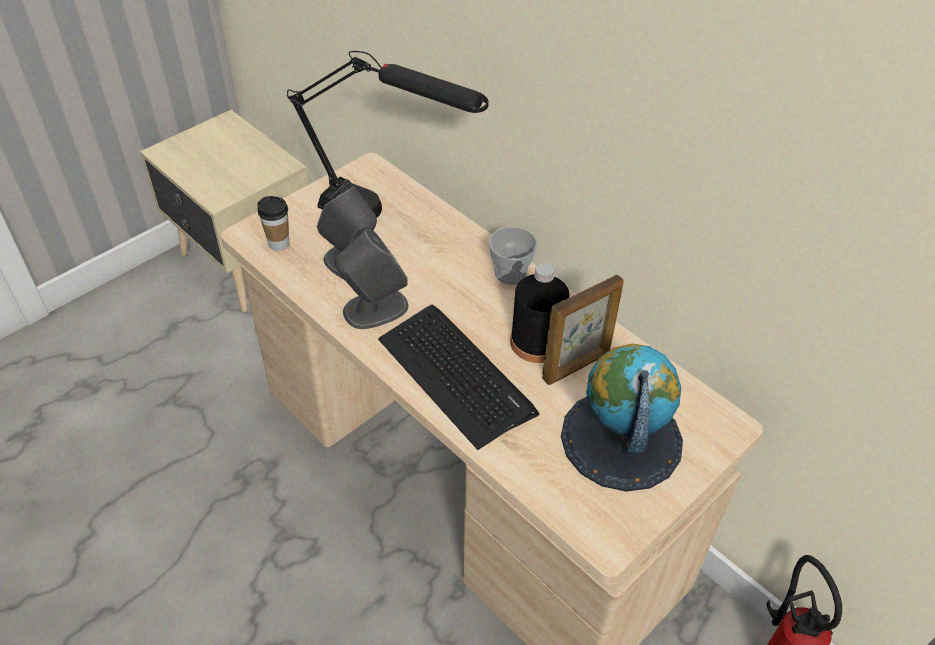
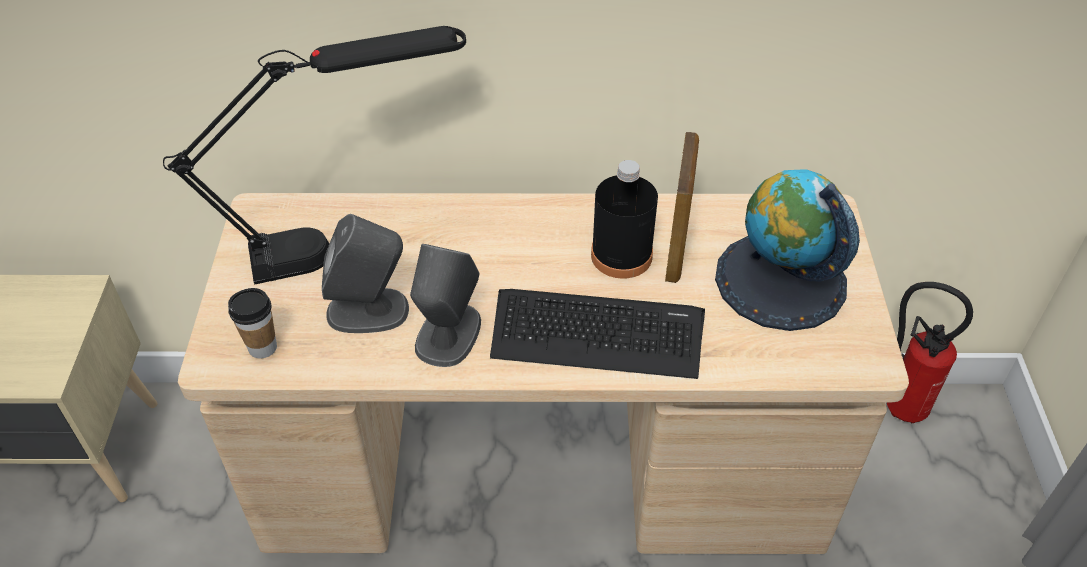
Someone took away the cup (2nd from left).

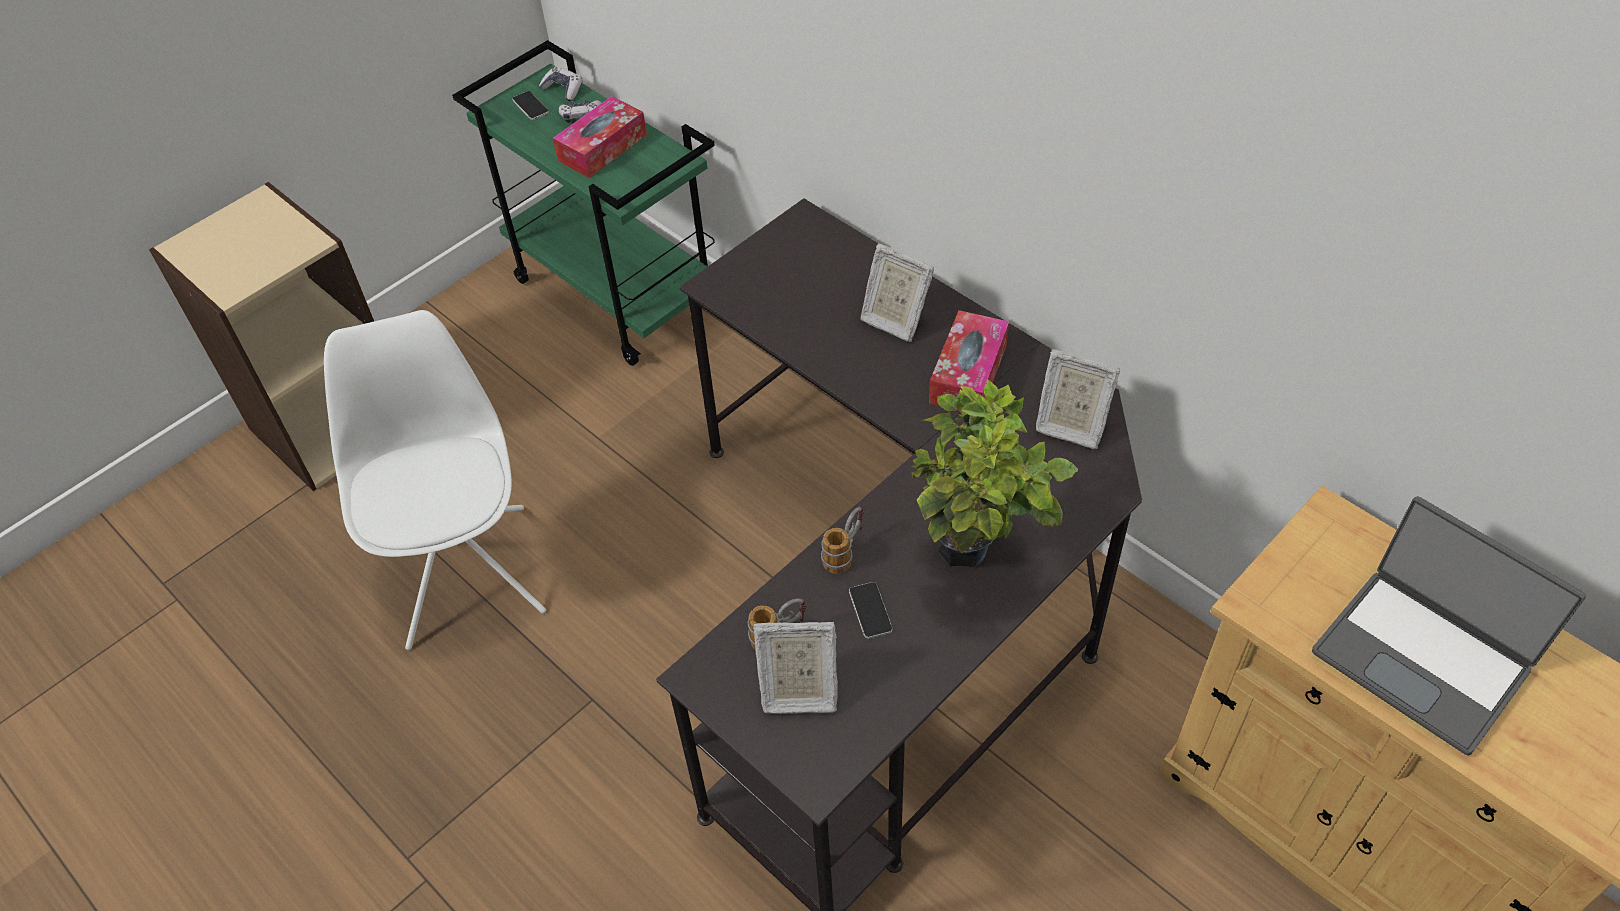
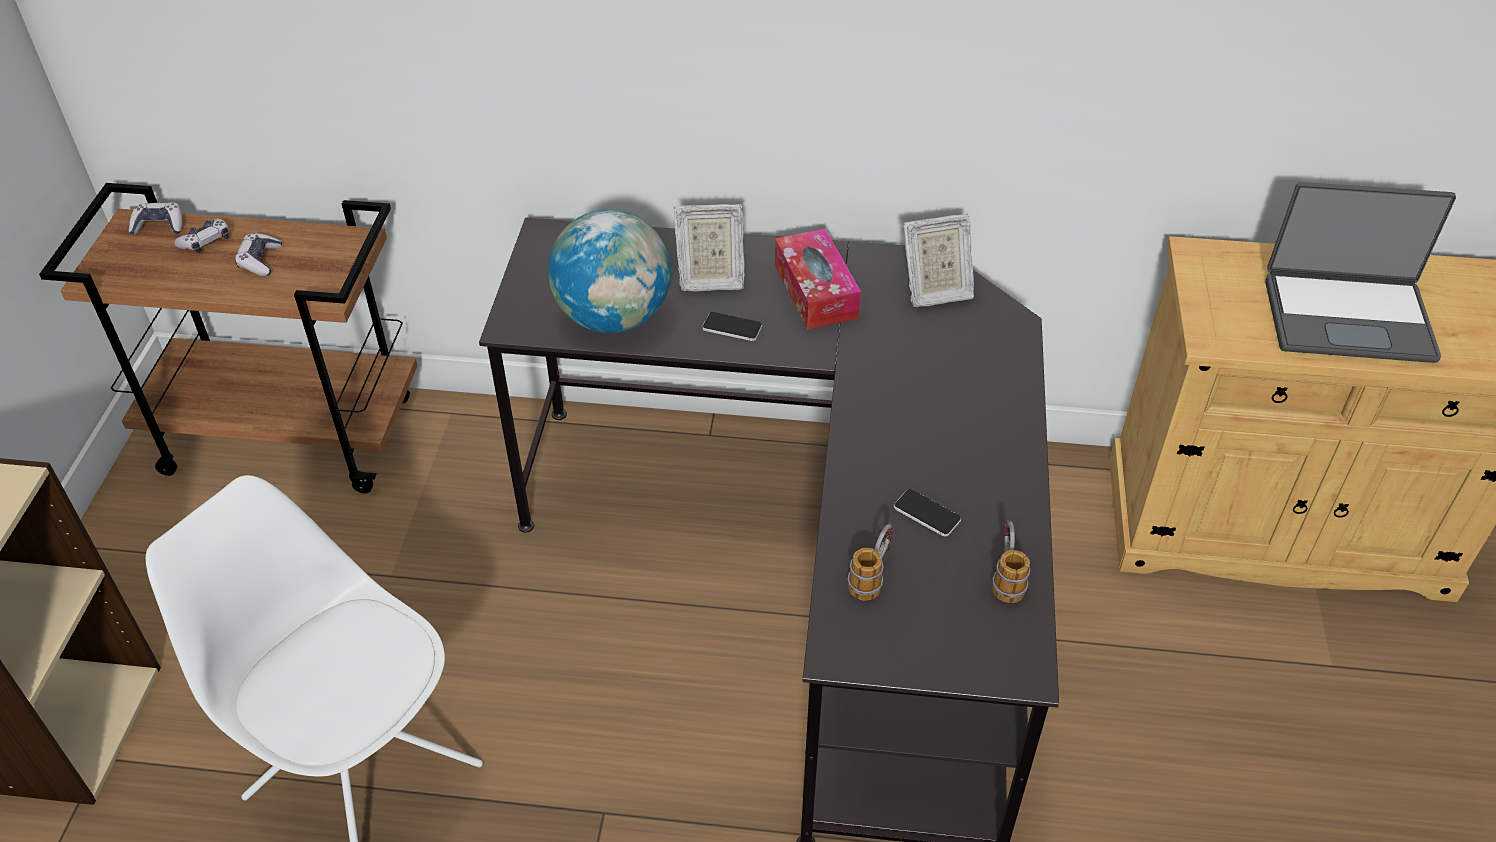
Someone repainted the green cart, which became the brown cart.
Someone swapped the tissue box (1st from left) for the game controller (3rd from left).
Someone put down the globe.
Someone carried the phone (1st from left).
Someone carried the mug (2nd from left).
Someone took away the picture frame (1st from left).
Someone took away the potted plant.

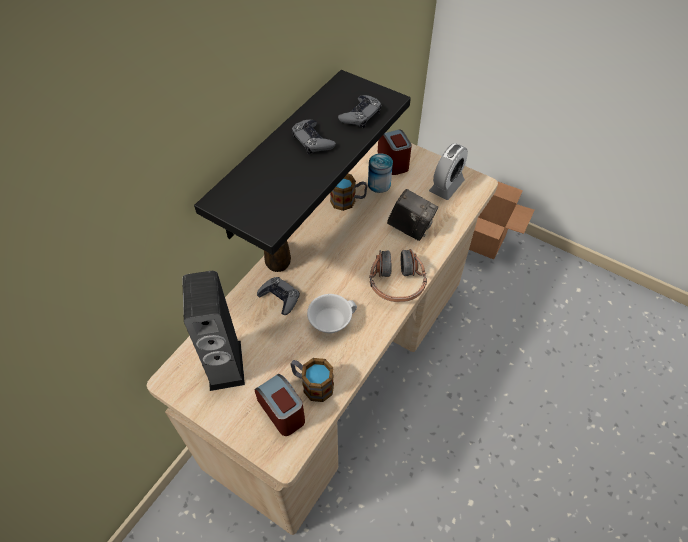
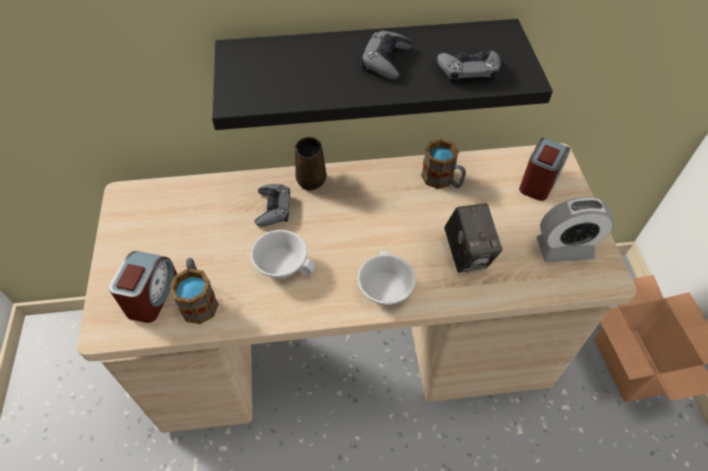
Someone swapped the headphones for the white cup (2nd from left).
Someone took away the speaker.
Someone took away the can.

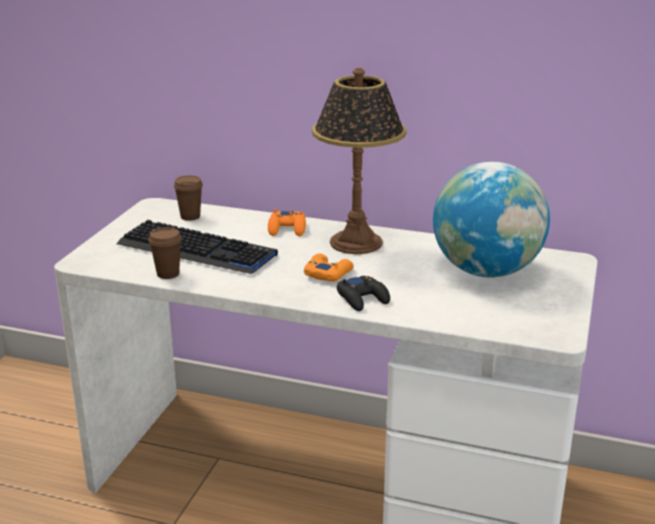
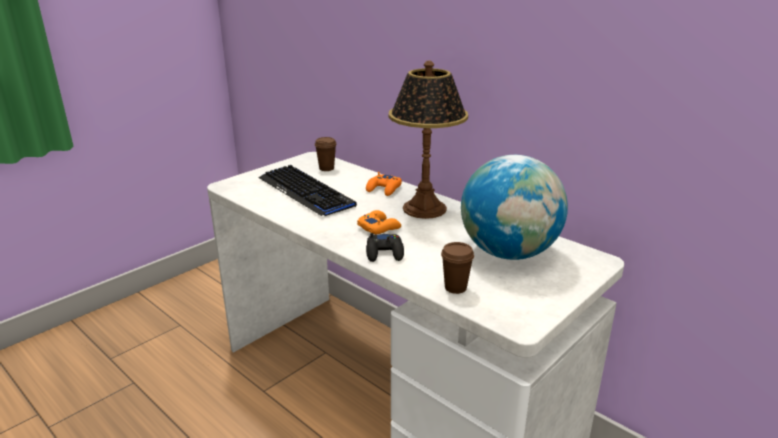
Someone carried the brown cup (1st from left in the first image).

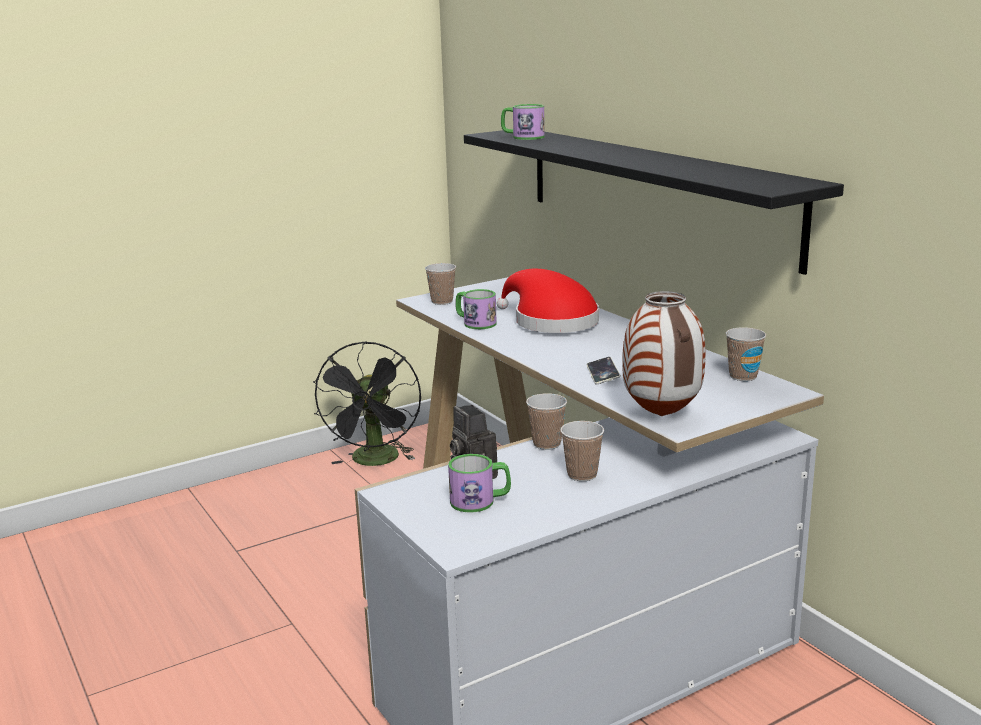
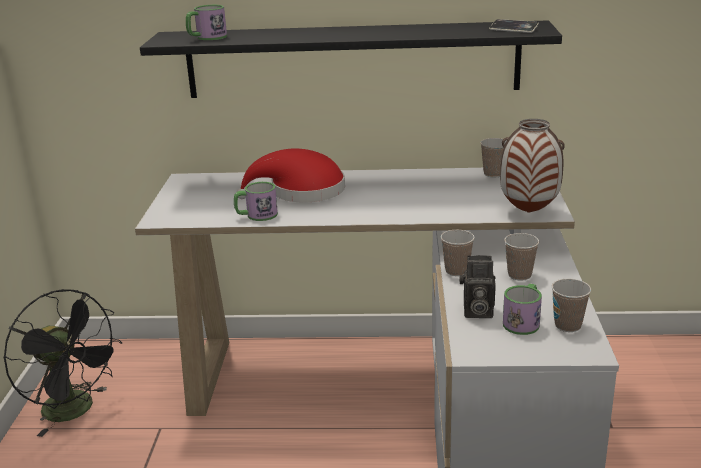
Someone carried the phone.
Someone carried the cup (1st from left in the first image).

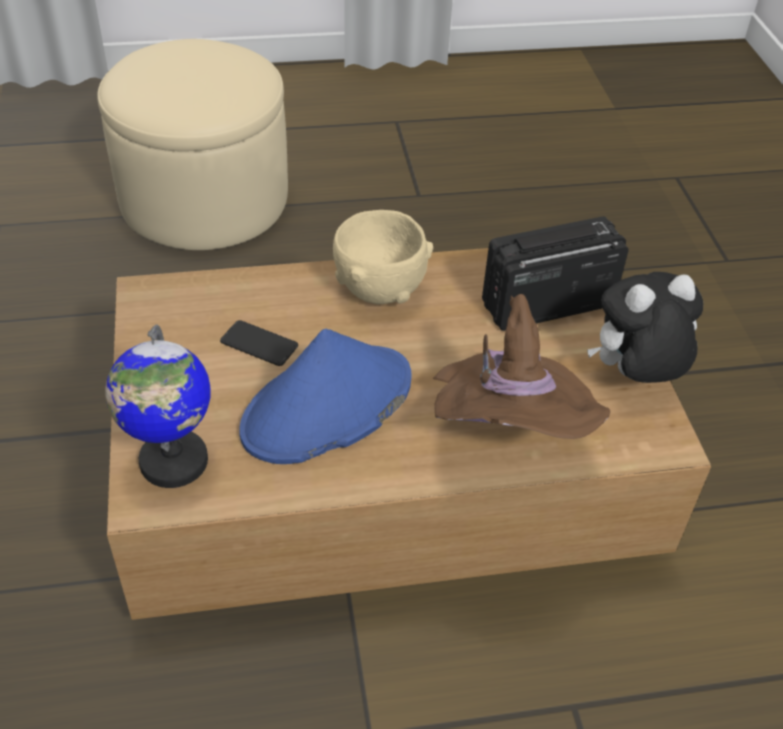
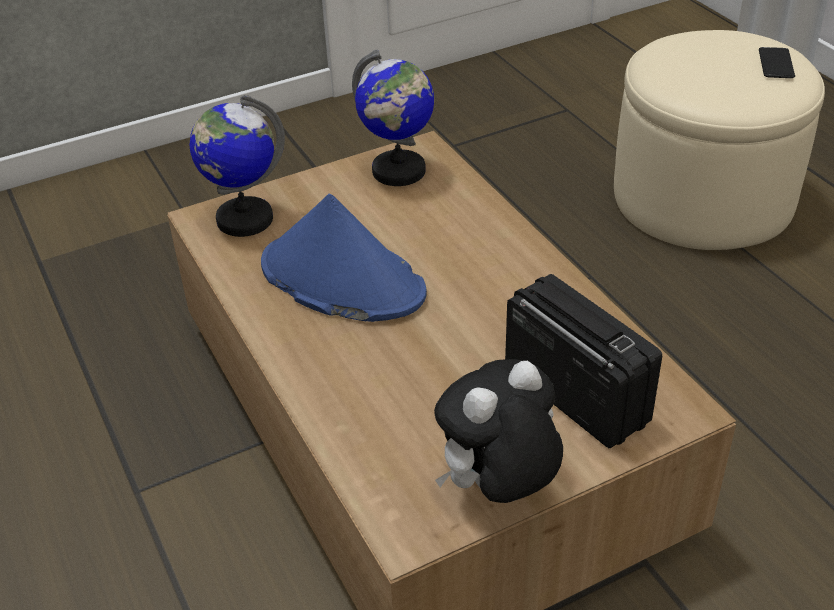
Someone put down the globe (2nd from left).
Someone rotated the plush toy by 90 degrees counterclockwise.
Someone carried the phone.
Someone took away the beige bowl.
Someone took away the brown hat.

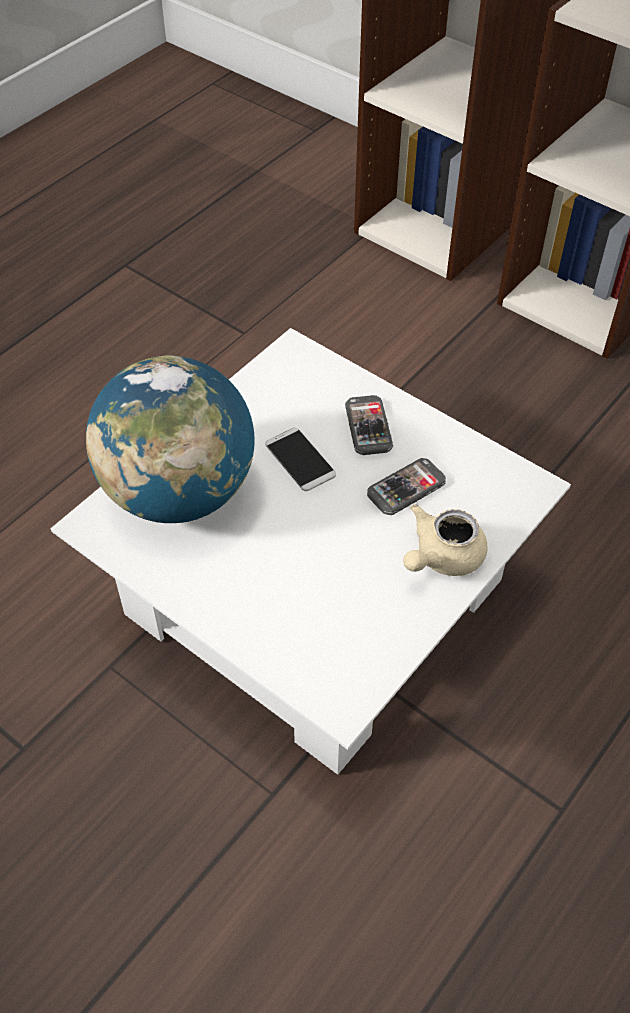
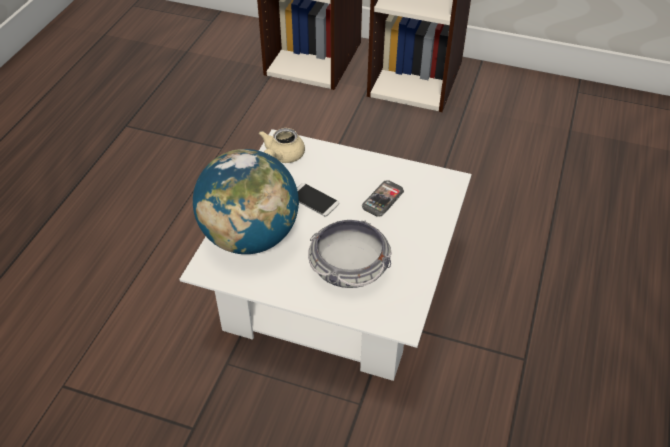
Someone carried the beige teapot.
Someone put down the bowl.
Someone took away the phone (2nd from left).

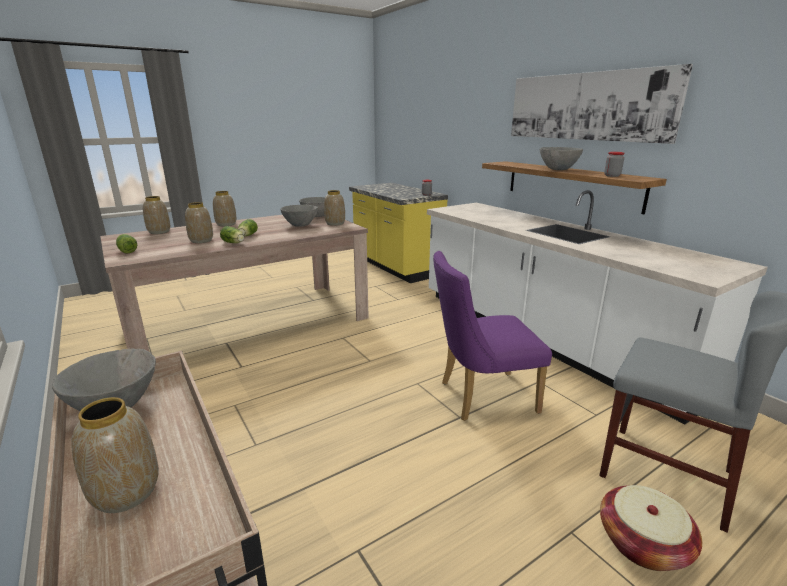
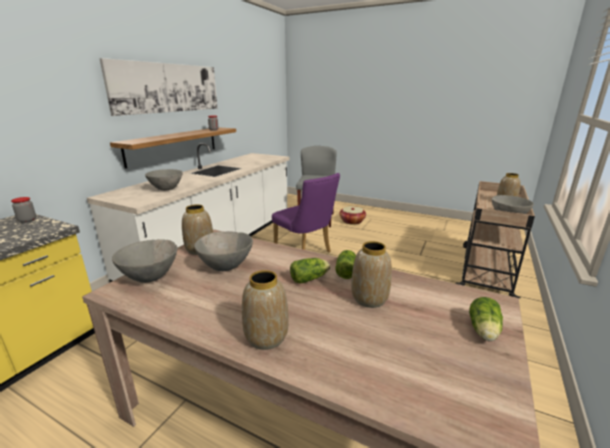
Someone carried the grey bowl (4th from left in the first image).
Someone took away the vase (2nd from left).

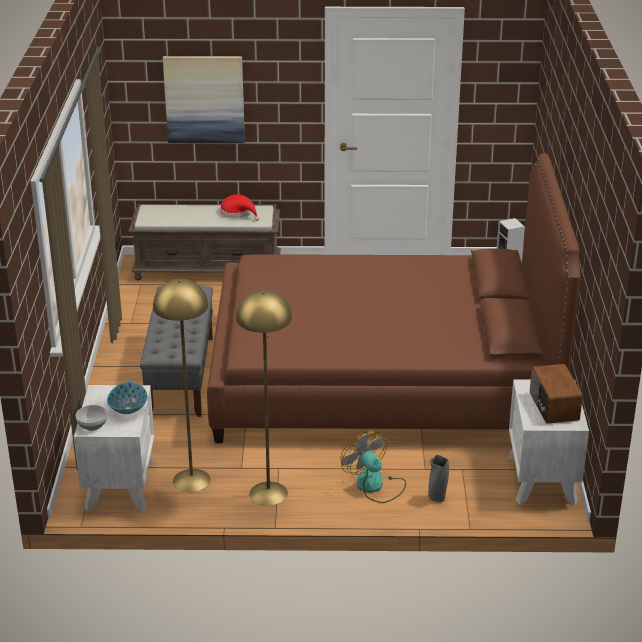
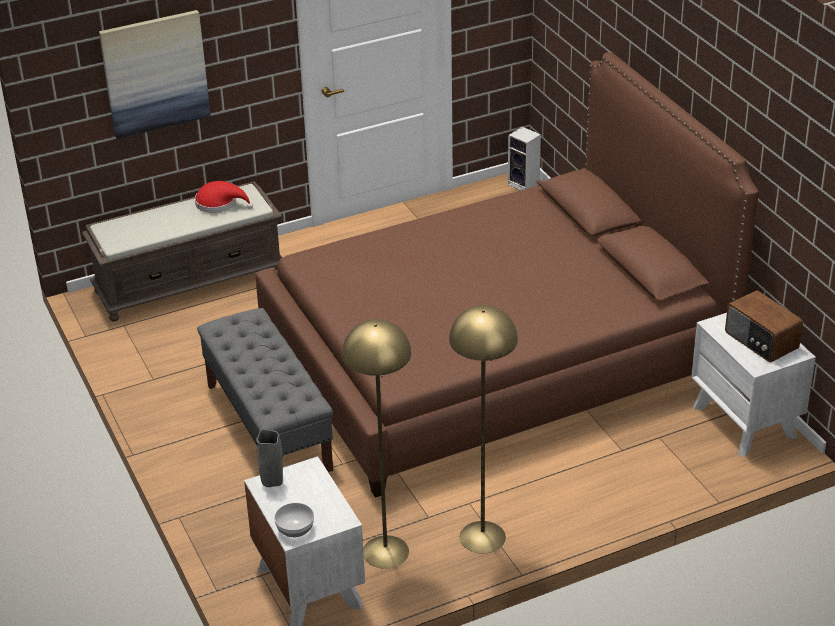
Someone carried the grey vase.
Someone took away the bowl (2nd from left).
Someone took away the fan.

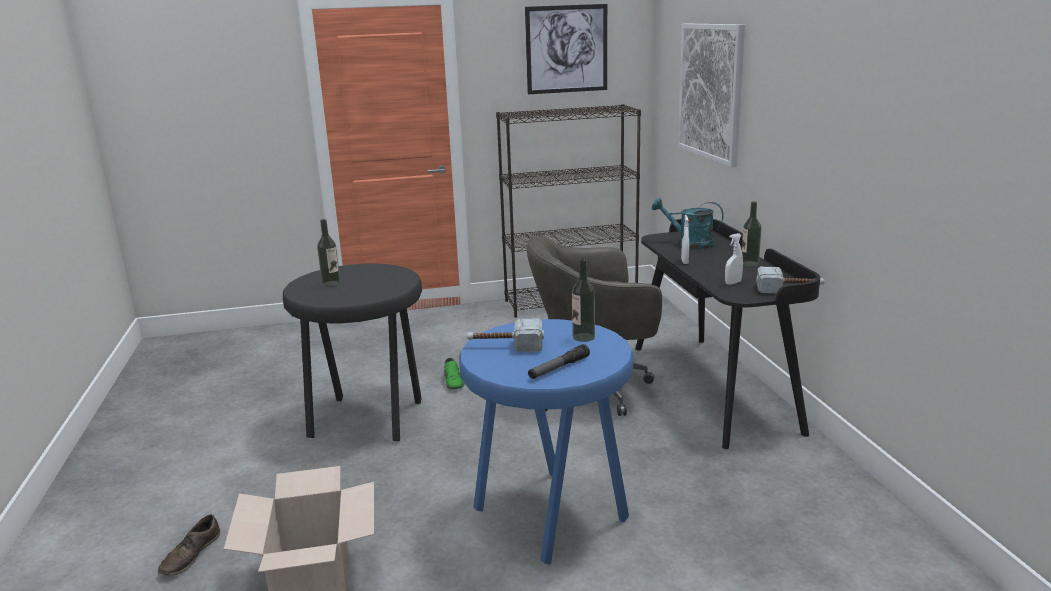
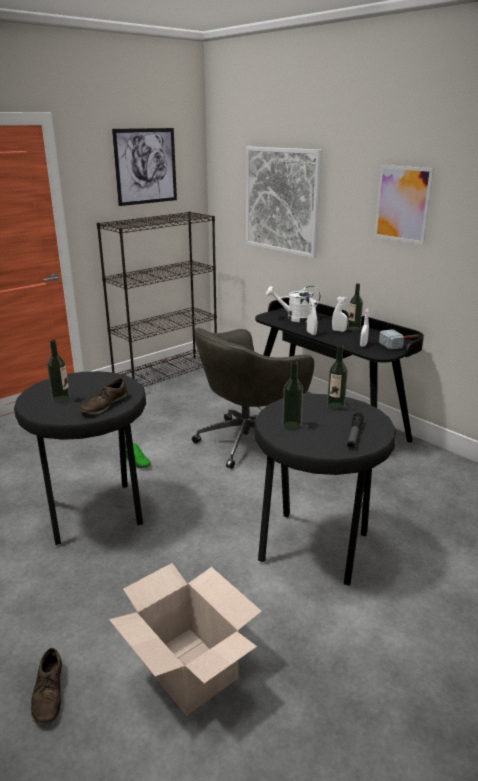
Someone put down the brown shoe (2nd from left).
Someone repainted the blue stool, which became the black stool (2nd from left).
Someone repainted the turquoise watering can, which became the white watering can.
Someone swapped the hammer (1st from left) for the bottle (2nd from left).
Someone put down the white spray bottle (2nd from left).
Someone put up the picture (3rd from left).

